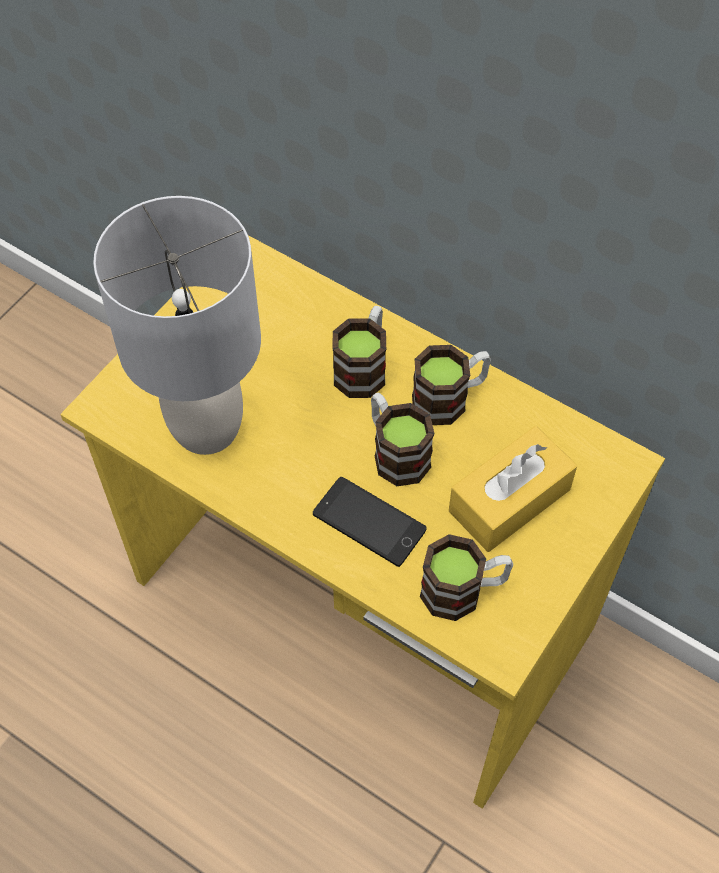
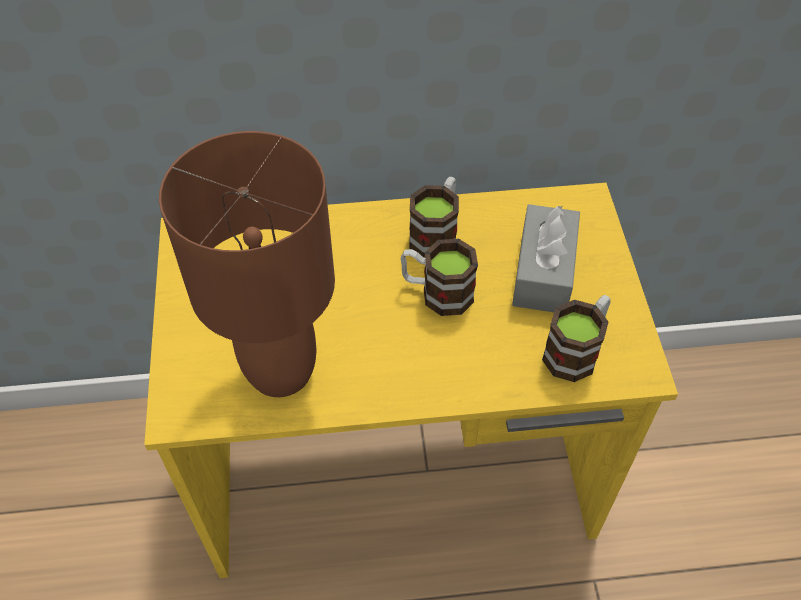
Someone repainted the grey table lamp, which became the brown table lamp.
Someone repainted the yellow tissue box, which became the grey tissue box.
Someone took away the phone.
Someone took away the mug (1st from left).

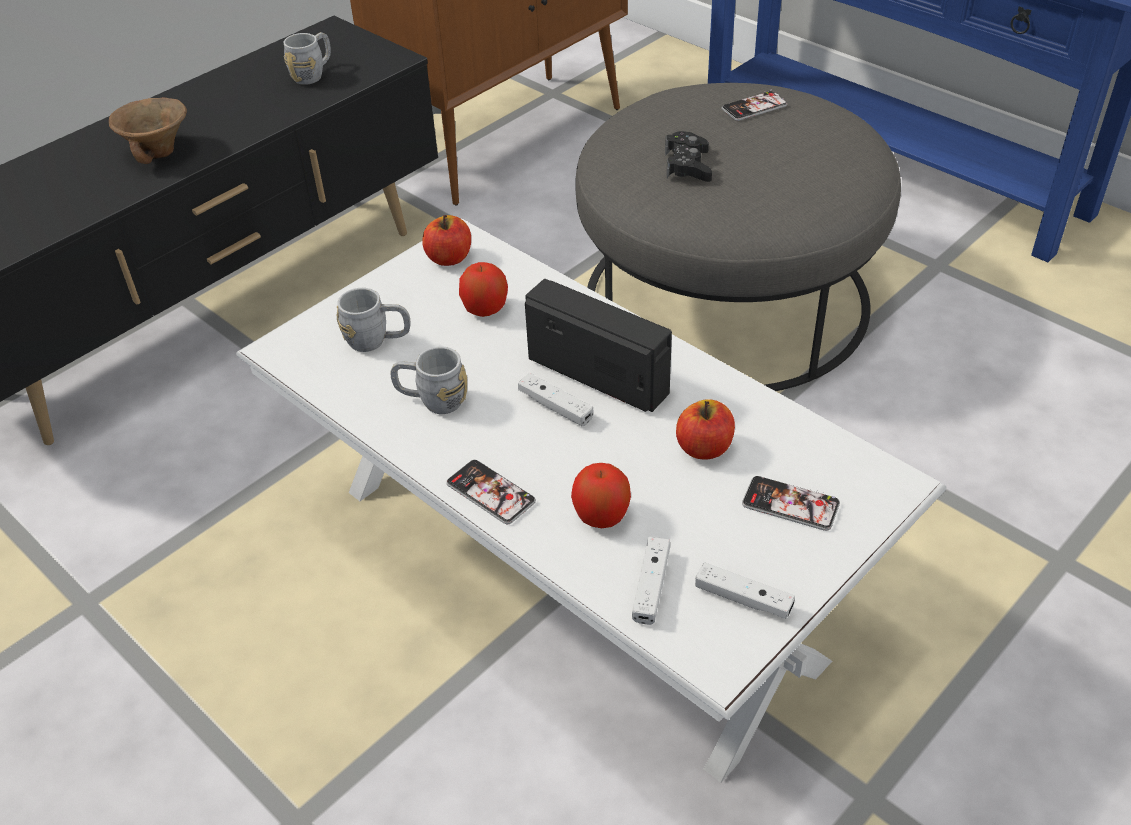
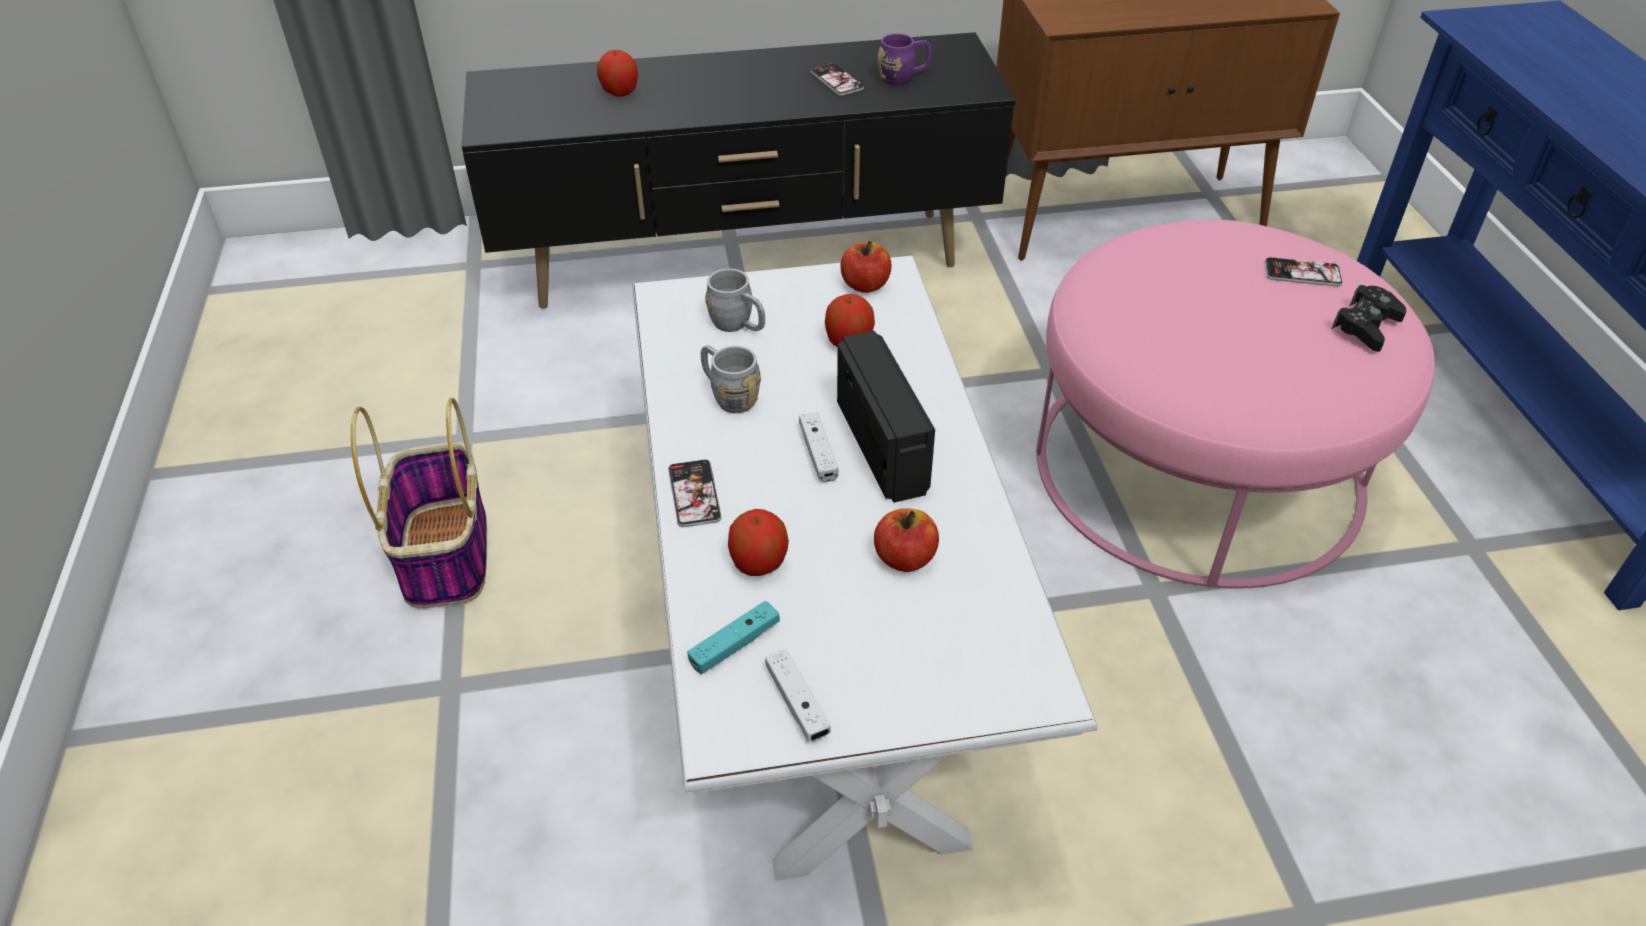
Someone put down the basket.
Someone put down the apple (1st from left).
Someone repainted the white game controller (2nd from left), which became the turquoise game controller.
Someone carried the phone (3rd from left in the first image).
Someone repainted the grey mug (1st from left), which became the purple mug.
Someone repainted the grey ottoman, which became the pink ottoman.
Someone carried the black game controller.
Someone took away the brown bowl.

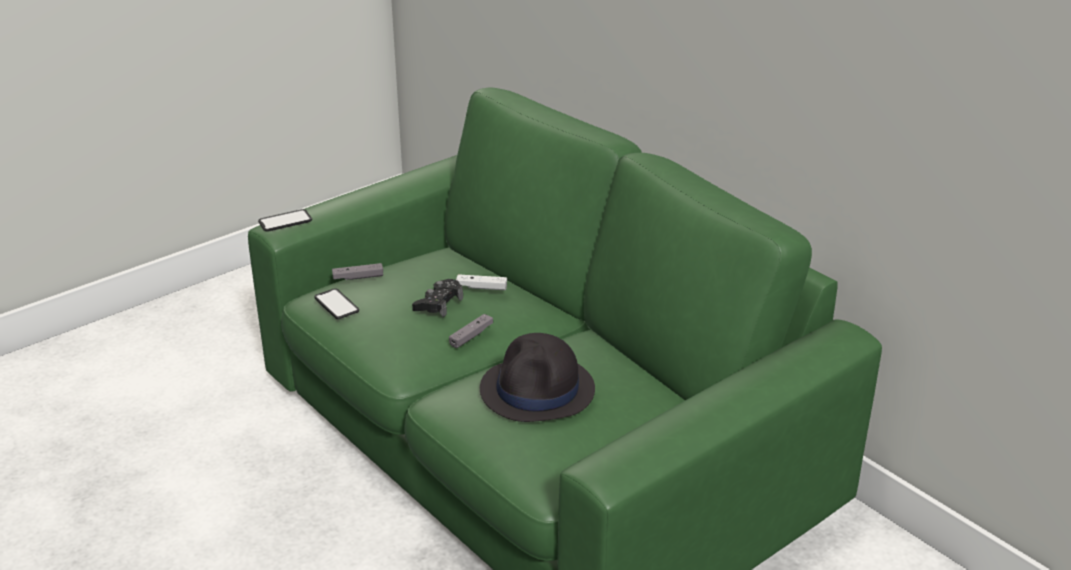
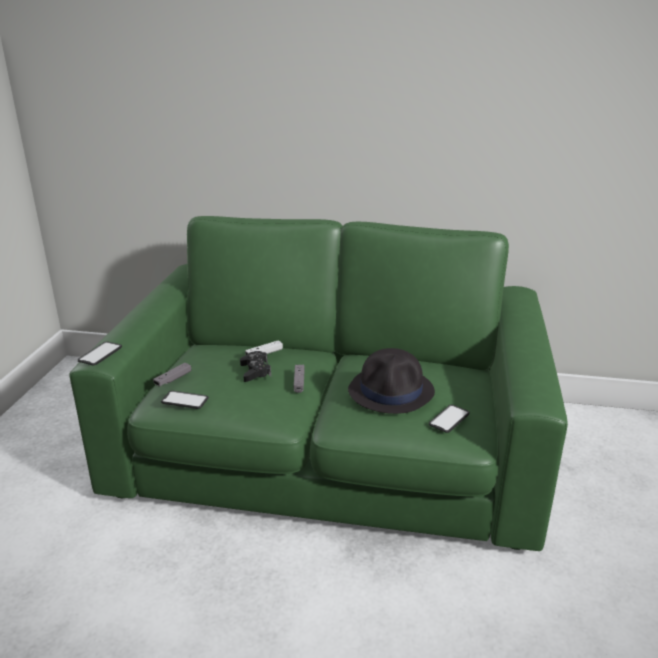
Someone put down the phone (3rd from left).

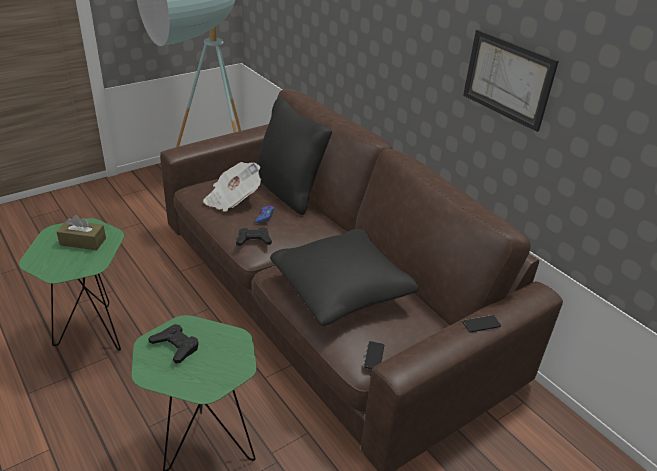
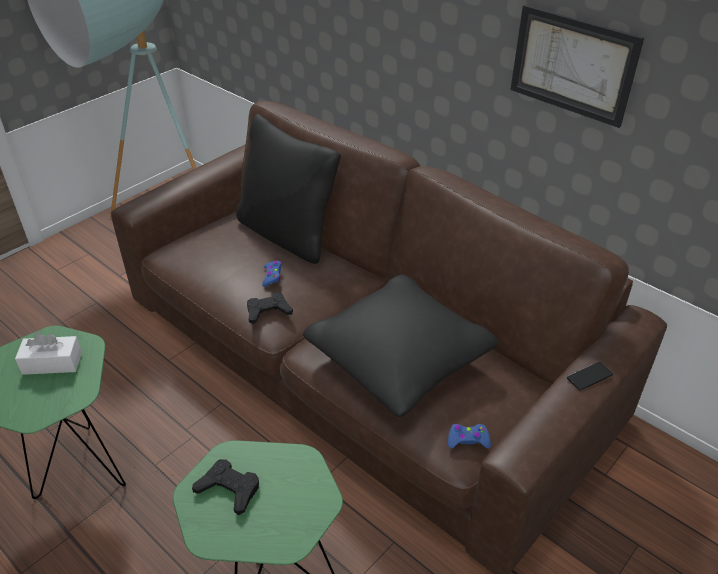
Someone repainted the brown tissue box, which became the white tissue box.
Someone swapped the phone (1st from left) for the blue game controller (2nd from left).
Someone took away the newspaper.

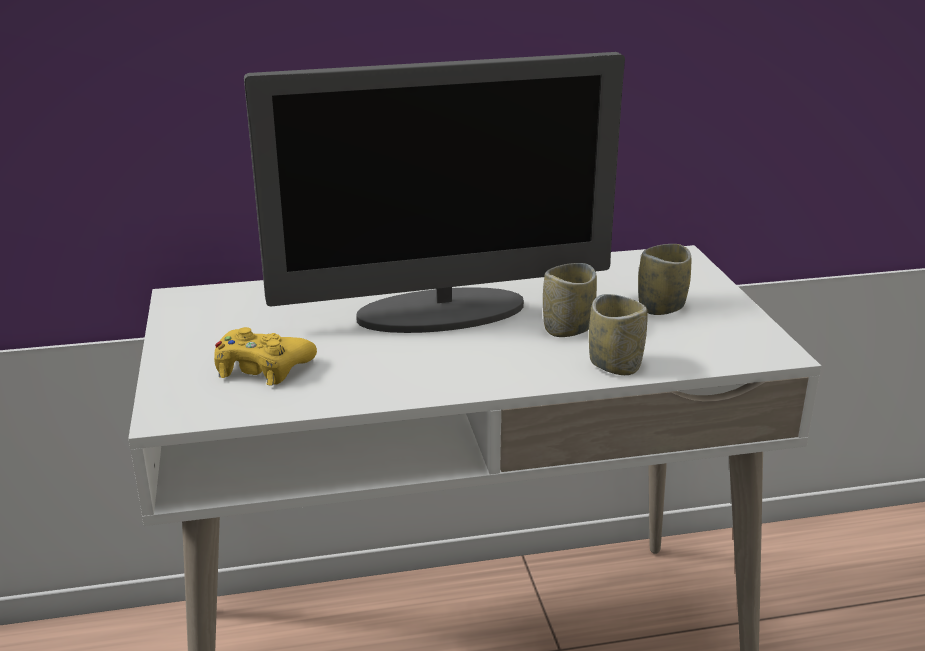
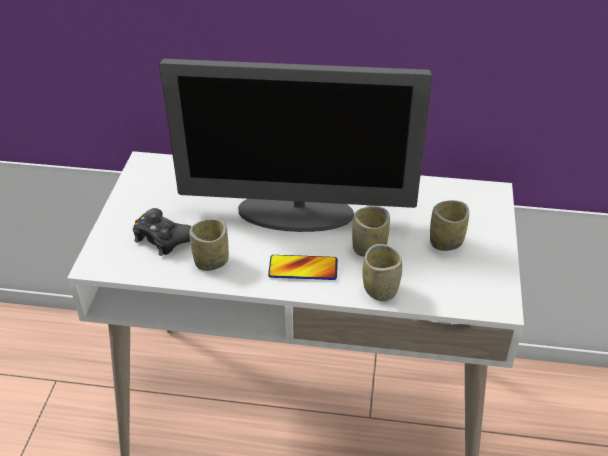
Someone repainted the yellow game controller, which became the black game controller.
Someone put down the cup (1st from left).
Someone put down the phone.

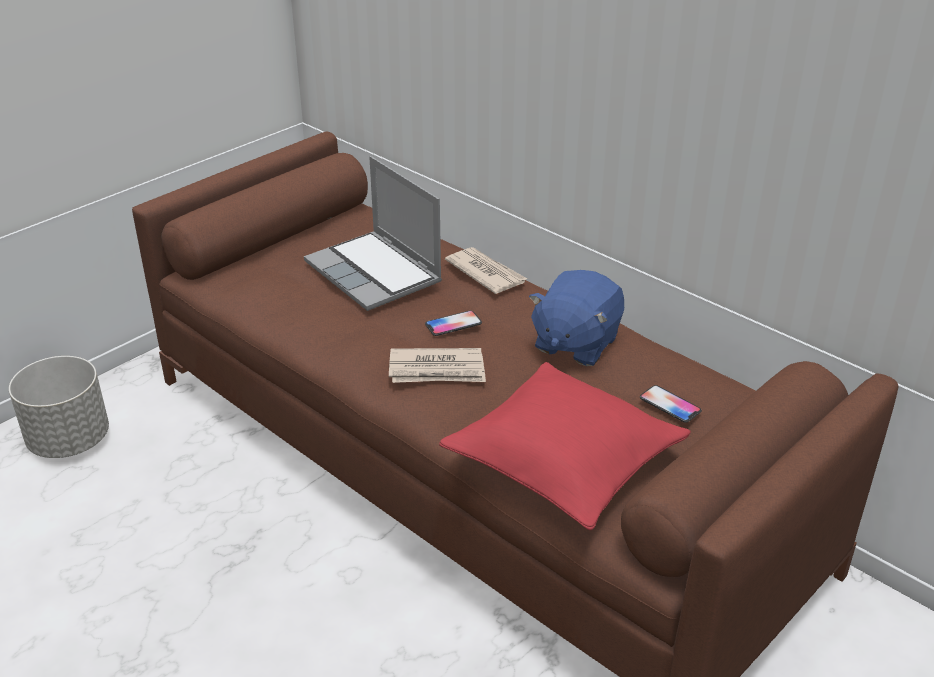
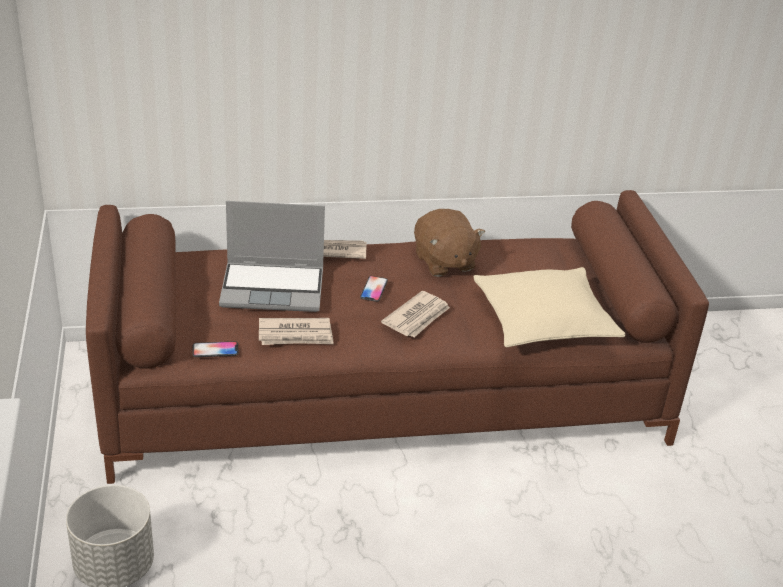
Someone carried the phone (2nd from left in the first image).
Someone put down the newspaper (1st from left).
Someone repainted the blue plush toy, which became the brown plush toy.
Someone repainted the red pillow, which became the beige pillow.

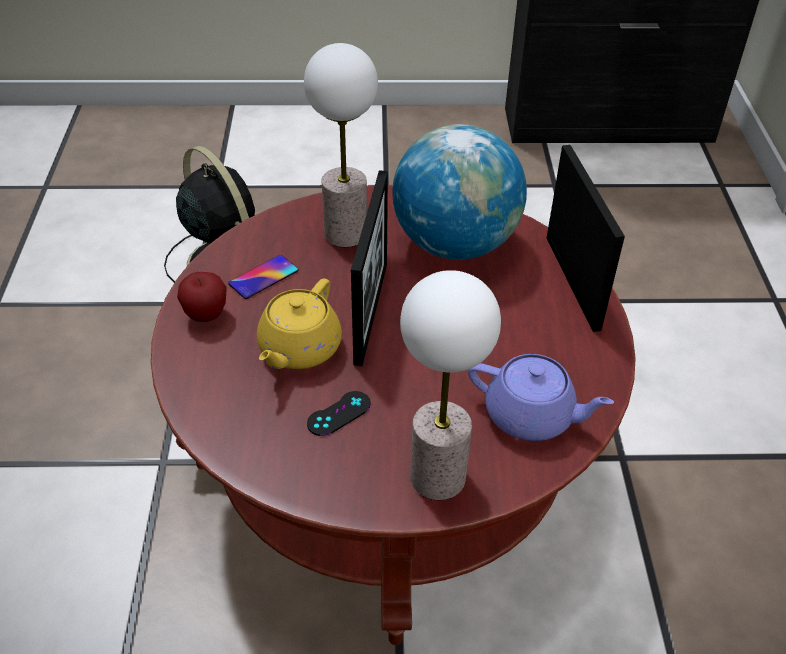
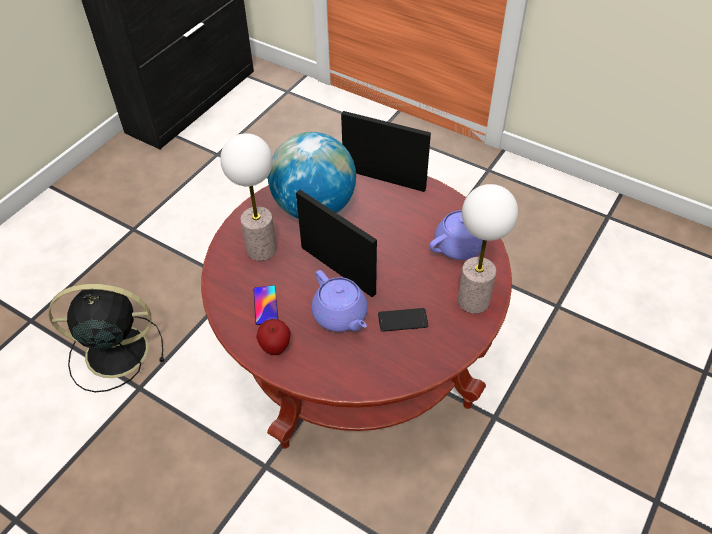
Someone repainted the yellow teapot, which became the purple teapot (1st from left).
Someone swapped the black game controller for the phone (2nd from left).

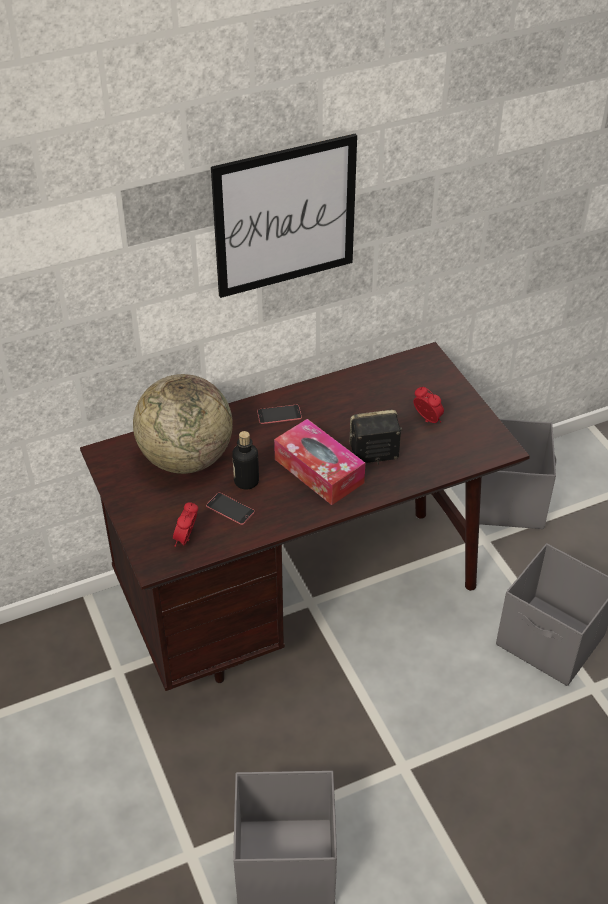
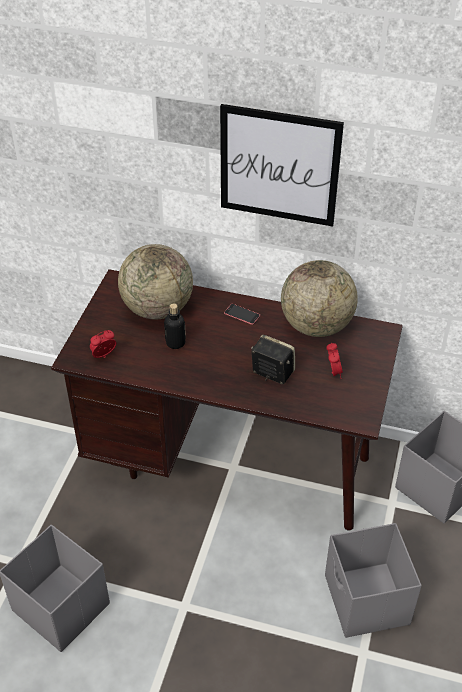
Someone put down the globe (2nd from left).
Someone took away the phone (1st from left).
Someone took away the tissue box.

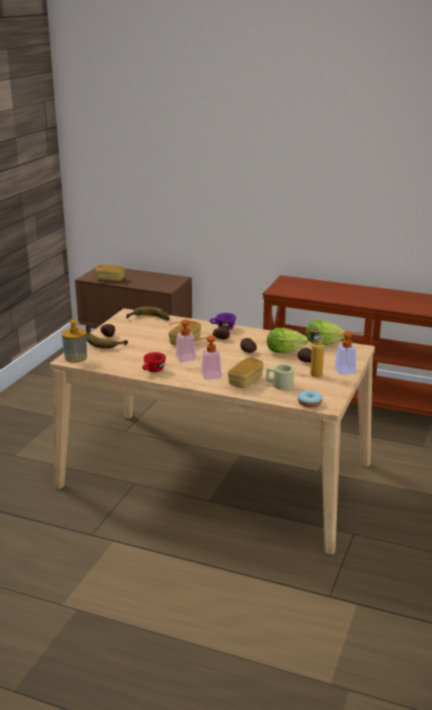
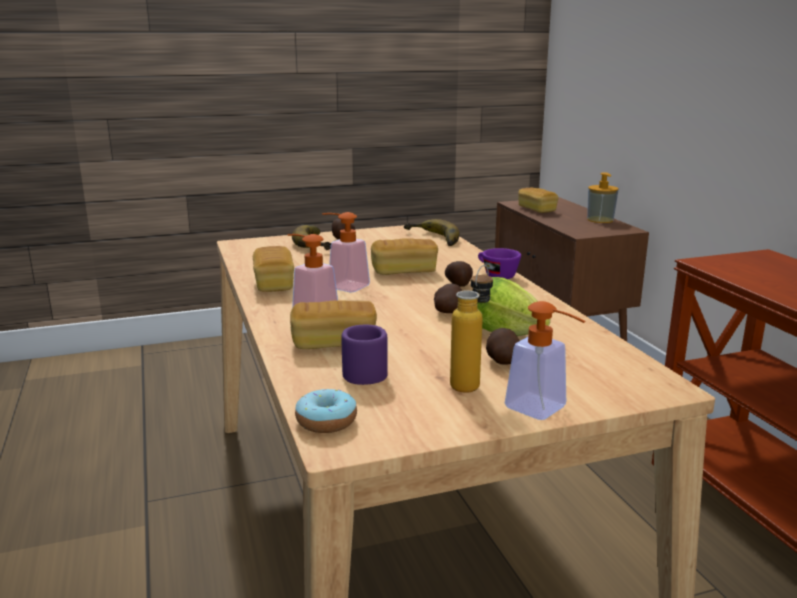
Someone swapped the red cup for the bread (1st from left).
Someone repainted the beige mug, which became the purple mug.
Someone carried the soap dispenser (1st from left in the first image).
Someone took away the lettuce (2nd from left).

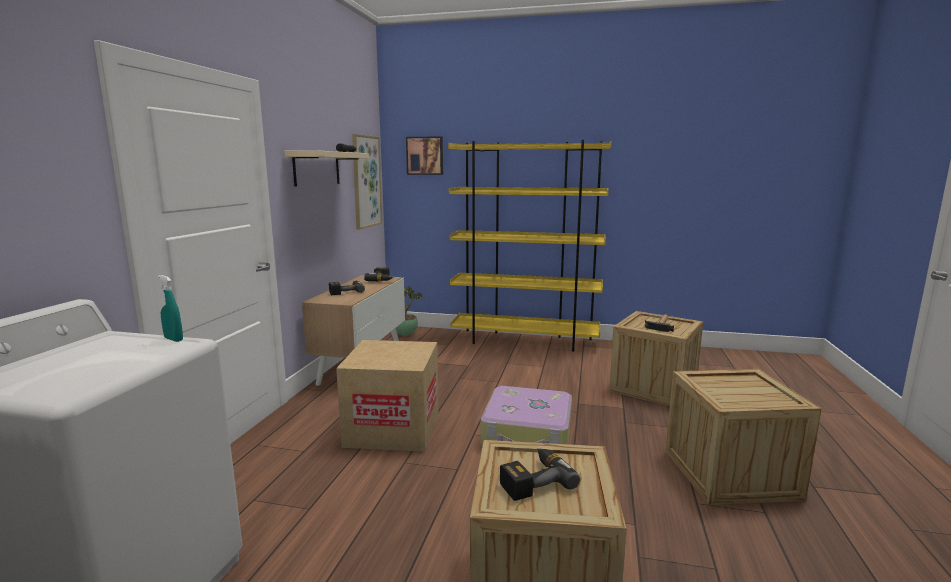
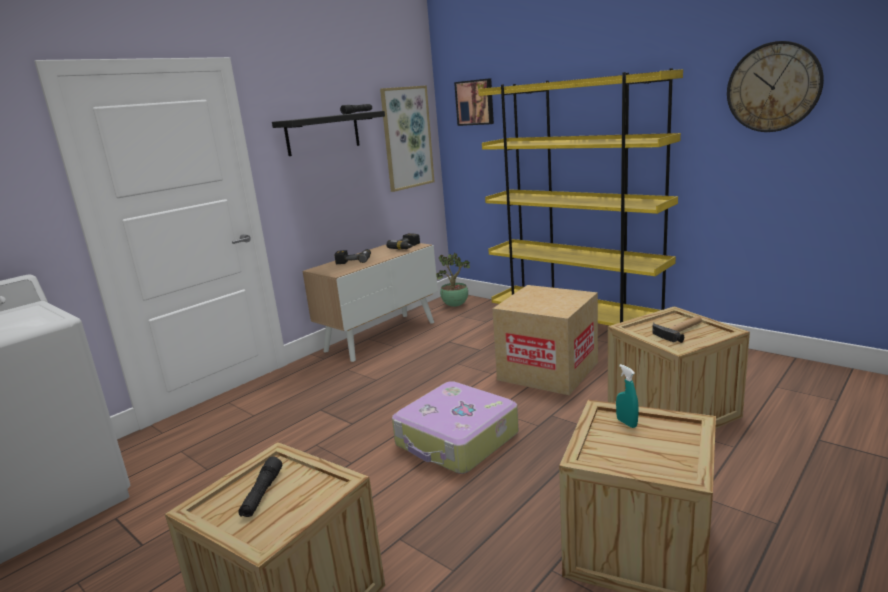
Someone swapped the power drill (3rd from left) for the black flashlight (1st from left).
Someone repainted the beige shelf, which became the black shelf.
Someone carried the cardboard box.
Someone carried the turquoise spray bottle.
Someone put up the wall clock.

